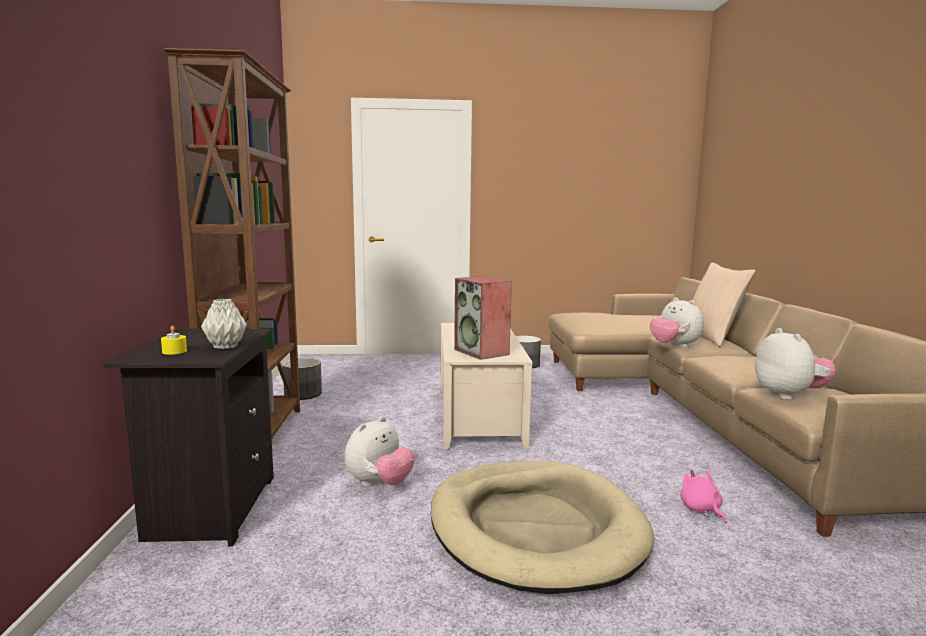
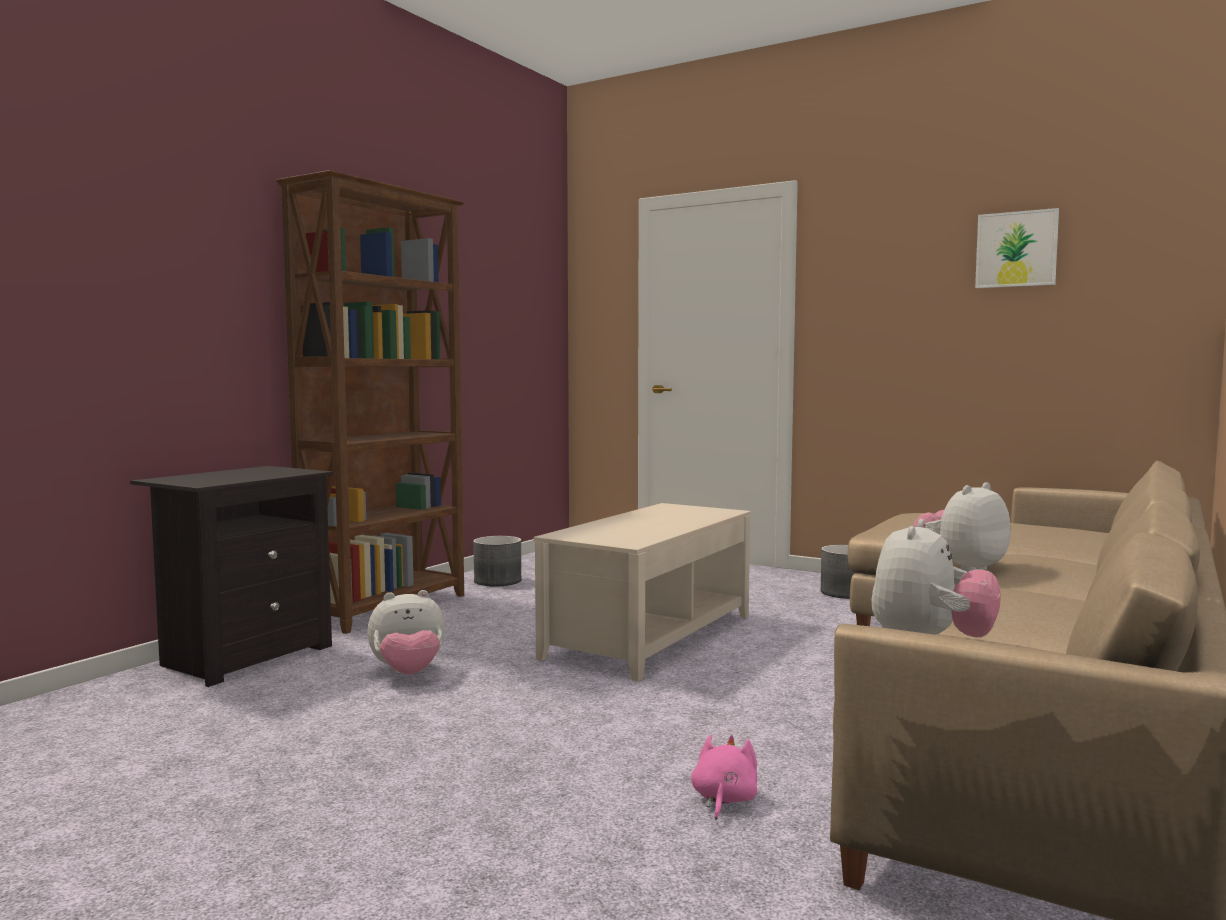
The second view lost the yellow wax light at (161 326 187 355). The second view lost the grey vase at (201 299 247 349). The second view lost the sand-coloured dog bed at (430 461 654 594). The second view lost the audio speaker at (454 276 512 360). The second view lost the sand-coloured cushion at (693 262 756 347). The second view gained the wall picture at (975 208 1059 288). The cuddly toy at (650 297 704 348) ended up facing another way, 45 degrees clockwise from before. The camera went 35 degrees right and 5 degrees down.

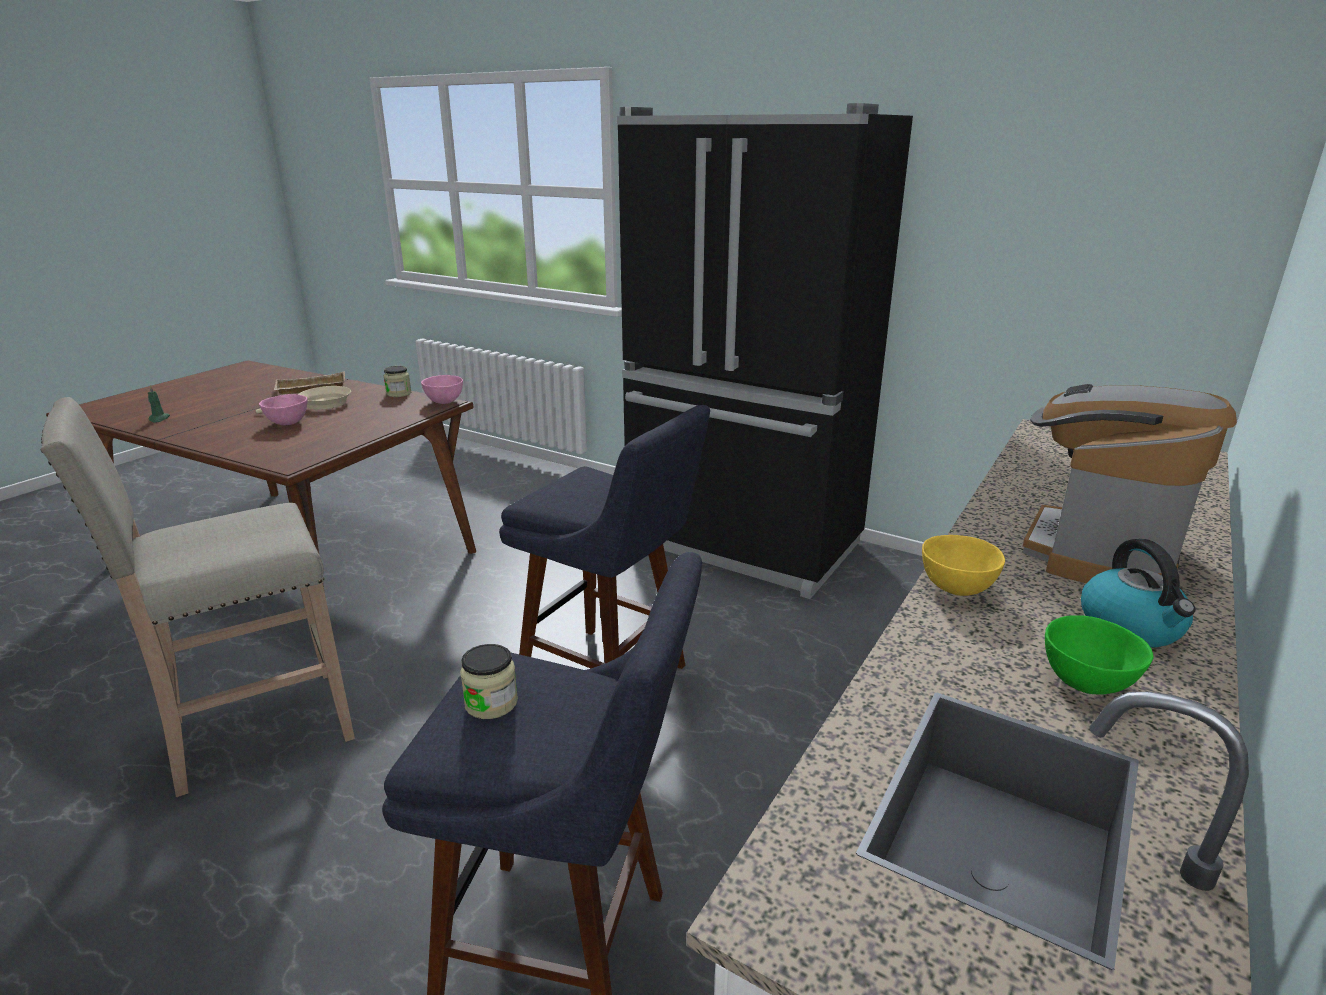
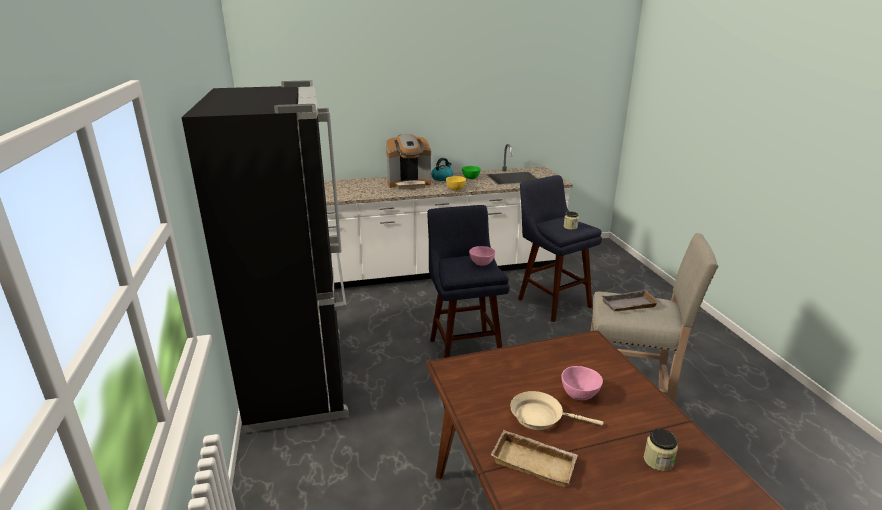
The second view lost the green-coloured wax light at (148 385 170 422). The second view gained the grey serving tray at (602 289 660 311). The storage jar ended up elsewhere, having gone from (384 366 411 397) to (644 429 678 471). The pinkish bowl ended up elsewhere, having gone from (421 375 463 404) to (469 246 495 266). The camera went 135 degrees left and 0 degrees up.

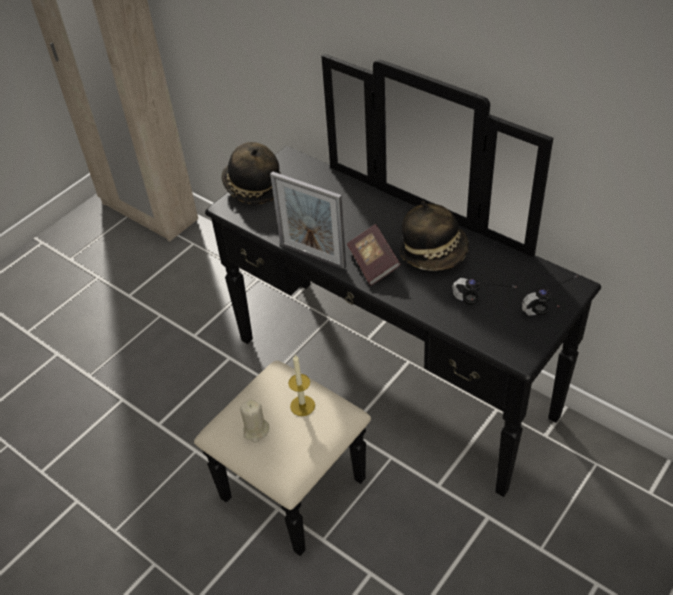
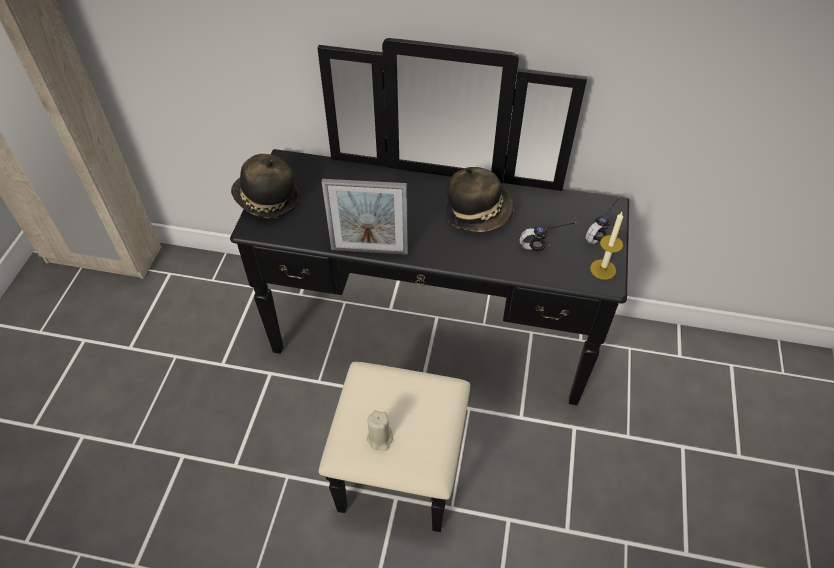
The second view lost the bound book at (347 224 401 286). The wax light ended up elsewhere, having gone from (288 355 315 416) to (590 212 623 280). The camera went 30 degrees left and 5 degrees up.

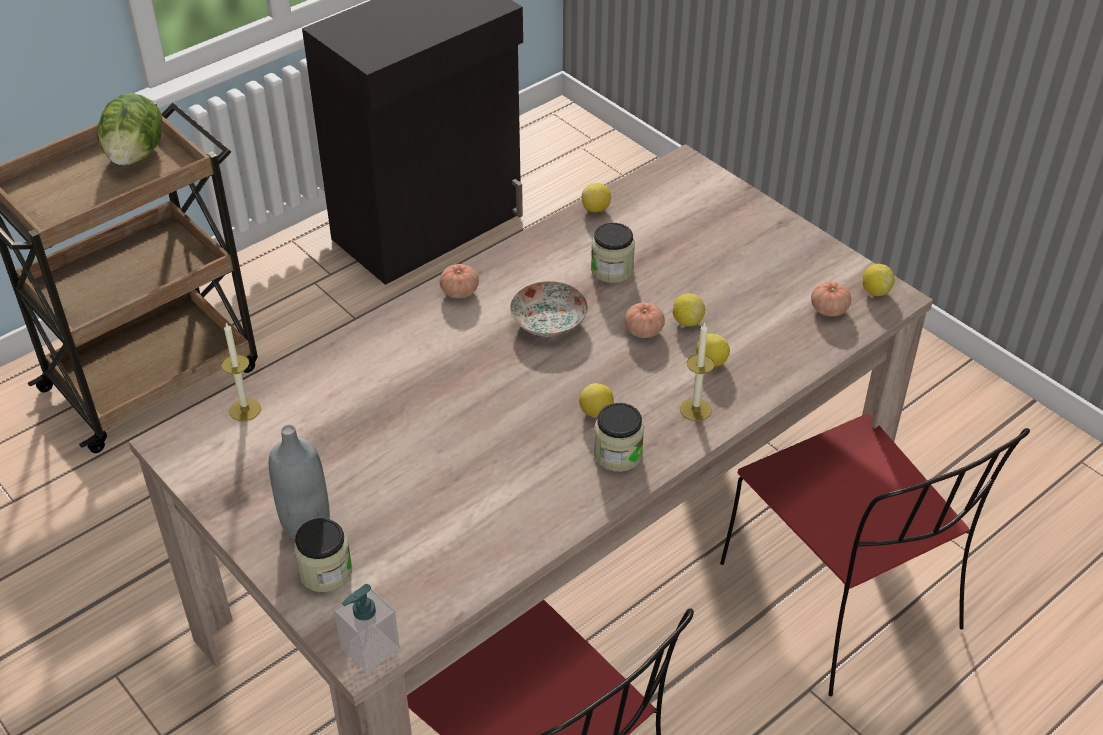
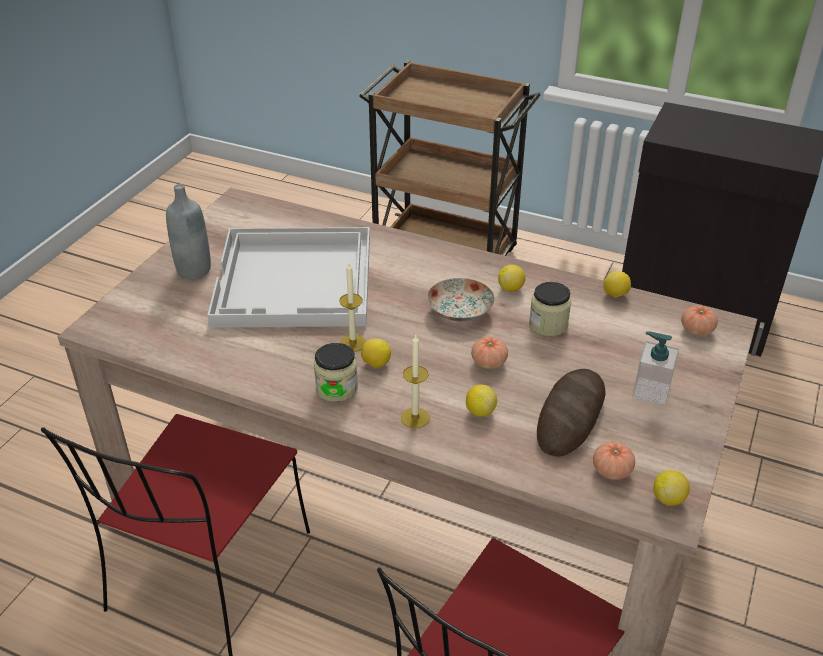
The second view lost the lettuce head at (97 93 162 166). The second view lost the storage jar at (294 518 352 592). The second view gained the white-coloured serving tray at (207 227 370 328). The second view gained the baked bread at (537 369 606 457). The wax light ended up elsewhere, having gone from (221 322 261 421) to (339 263 366 352). The liquid soap bottle ended up elsewhere, having gone from (334 584 400 673) to (633 332 679 405). The whole tomato ended up elsewhere, having gone from (440 264 479 298) to (681 305 718 336). The citrus fruit ended up elsewhere, having gone from (673 293 705 326) to (498 265 525 292). The camera went 65 degrees right and 5 degrees down.

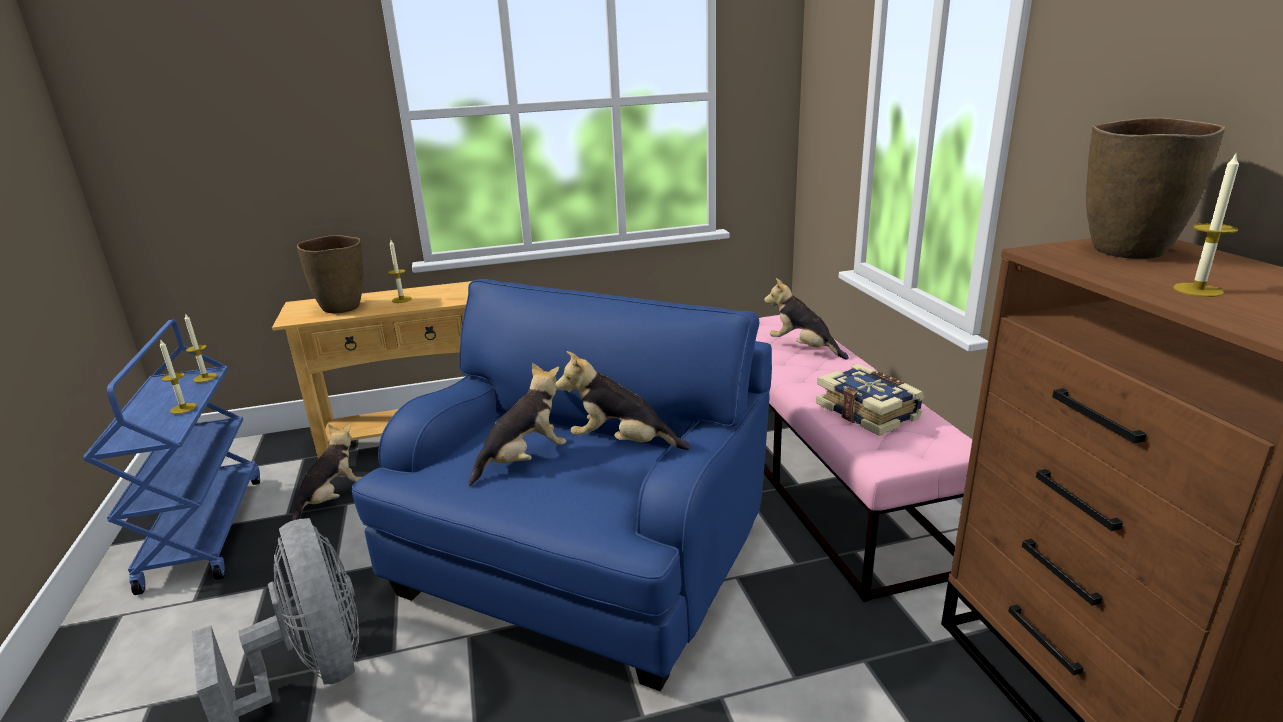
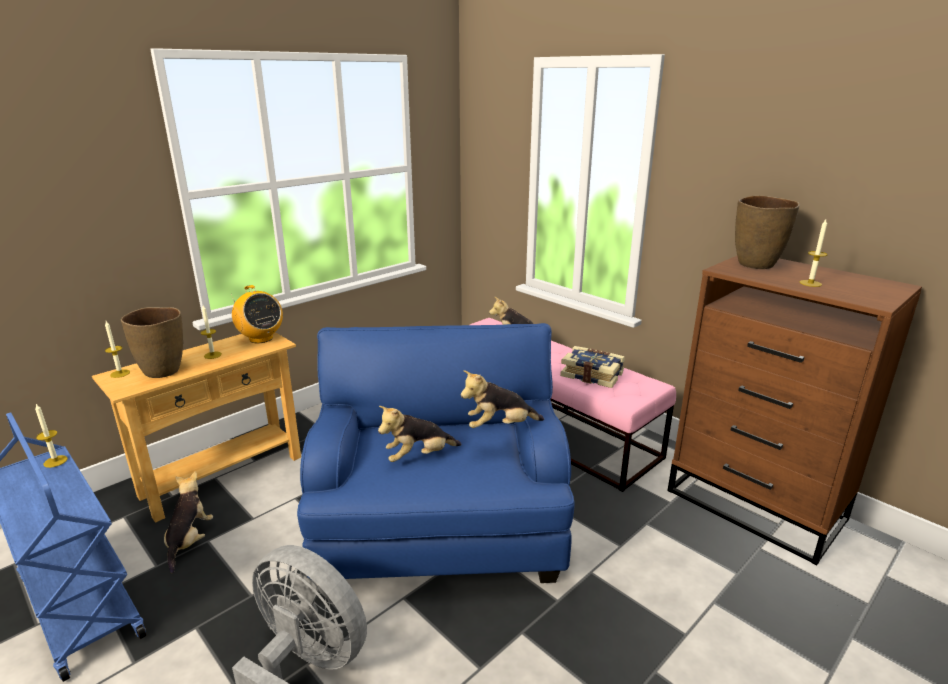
The second view gained the radio receiver at (231 285 283 343). The wax light ended up elsewhere, having gone from (160 340 197 414) to (105 321 130 378). The cuddly toy at (468 363 566 486) ended up facing another way, 135 degrees counterclockwise from before. The camera went 30 degrees left and 0 degrees up.

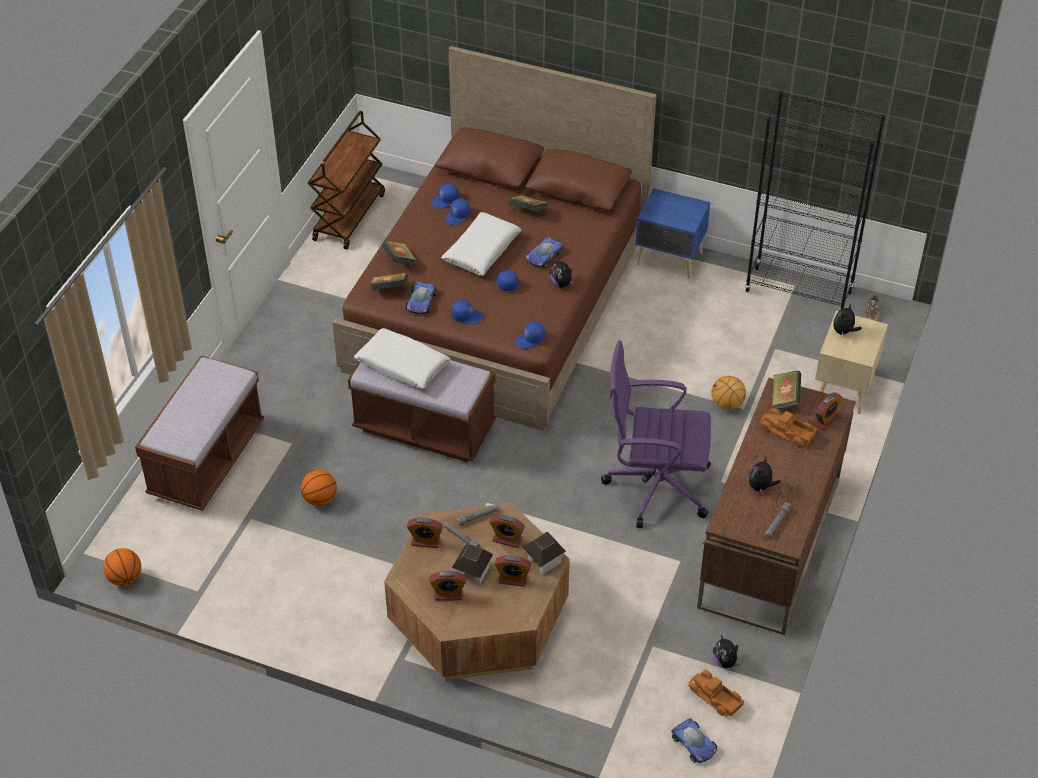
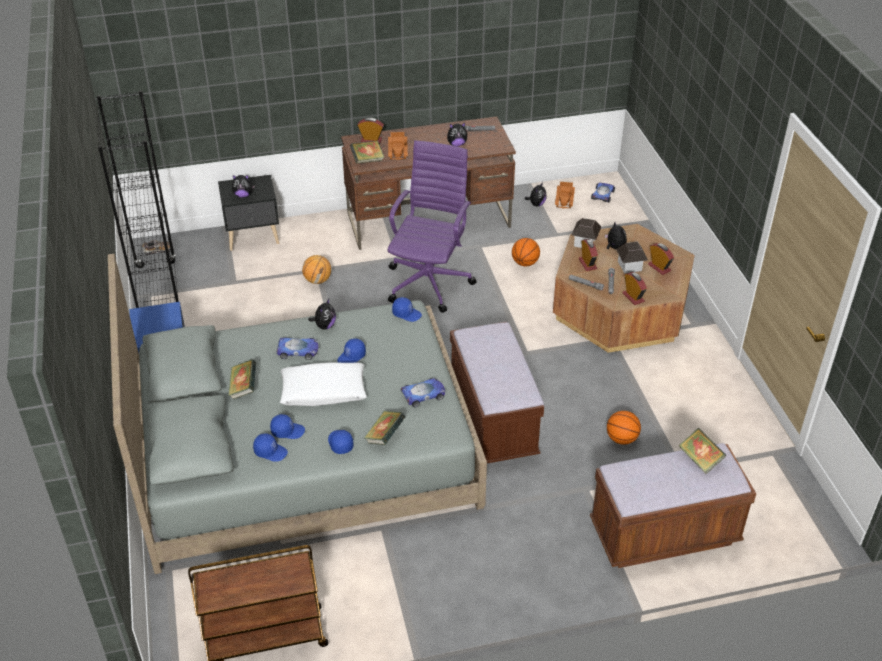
The second view lost the white-coloured cushion at (354 328 450 389). The basketball ended up elsewhere, having gone from (103 548 141 586) to (512 238 540 266). The bound book ended up elsewhere, having gone from (370 273 408 290) to (679 428 726 474). The blue-coloured baseball cap ended up elsewhere, having gone from (451 300 483 325) to (328 430 354 454). Where the alarm clock stood at (495 555 531 587), the cuddly toy came to stand at (605 222 627 249). What was the brown-coloured bed at (332 46 657 431) turned into the grey bed at (108 254 487 574). What was the sand-coloured night table at (815 311 888 414) turned into the blackish night table at (218 175 279 251). The purplish computer chair at (601 340 711 528) ended up facing another way, 135 degrees counterclockwise from before. The camera went 125 degrees left and 5 degrees down.

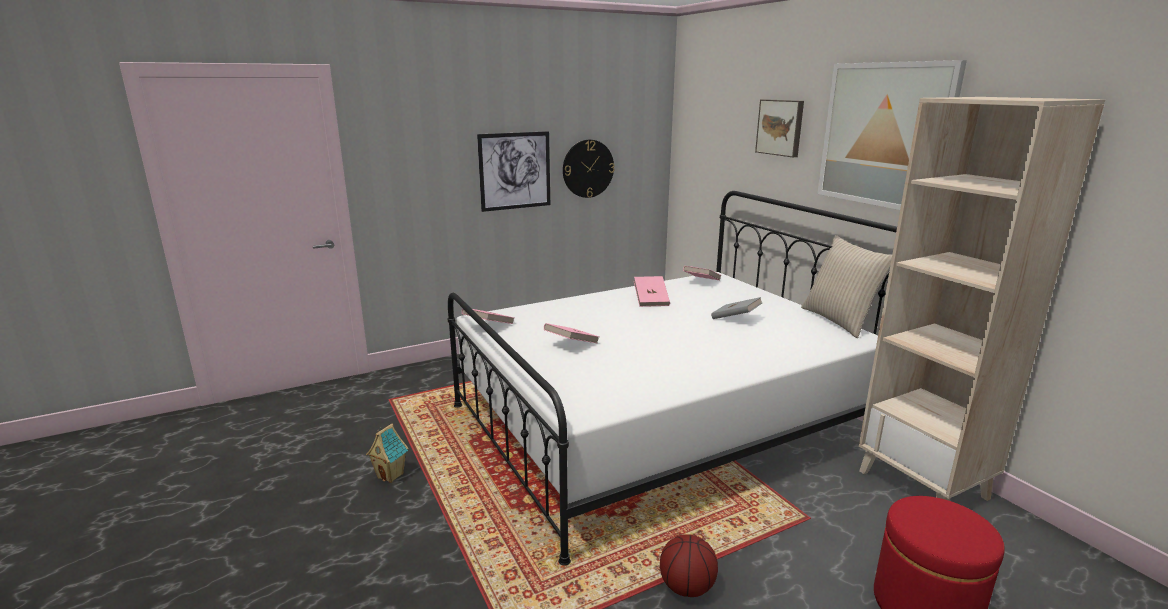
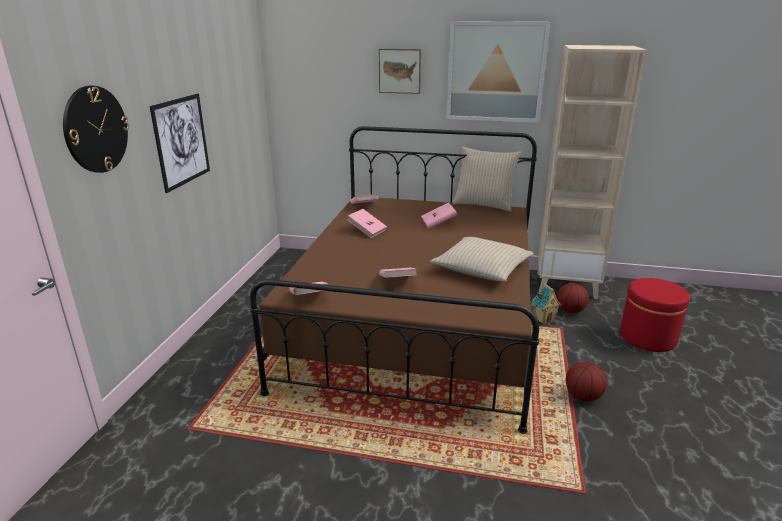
The second view gained the sand-coloured cushion at (430 237 534 282). The second view gained the basketball at (557 283 589 313). The toy house ended up elsewhere, having gone from (366 424 409 483) to (532 283 561 324). The hanging clock ended up elsewhere, having gone from (563 140 615 198) to (63 86 129 173). What was the white-coloured bed at (448 191 897 566) turned into the brown-coloured bed at (250 126 539 434). What was the grey bound book at (711 297 762 319) turned into the pinkish bound book at (421 203 457 229). The camera went 50 degrees left and 5 degrees up.

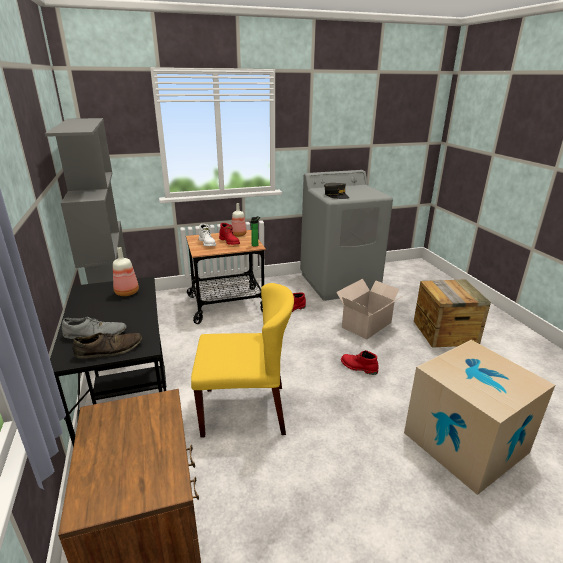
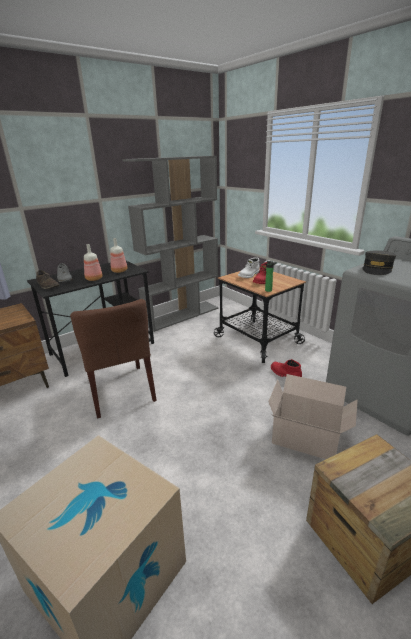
The second view lost the red-coloured high-top boot at (341 350 379 375). The drink bottle ended up elsewhere, having gone from (231 203 247 237) to (84 244 103 281). What was the yellow upright chair at (191 283 294 438) turned into the brown-coloured upright chair at (70 299 157 419). The camera went 70 degrees right and 0 degrees up.

